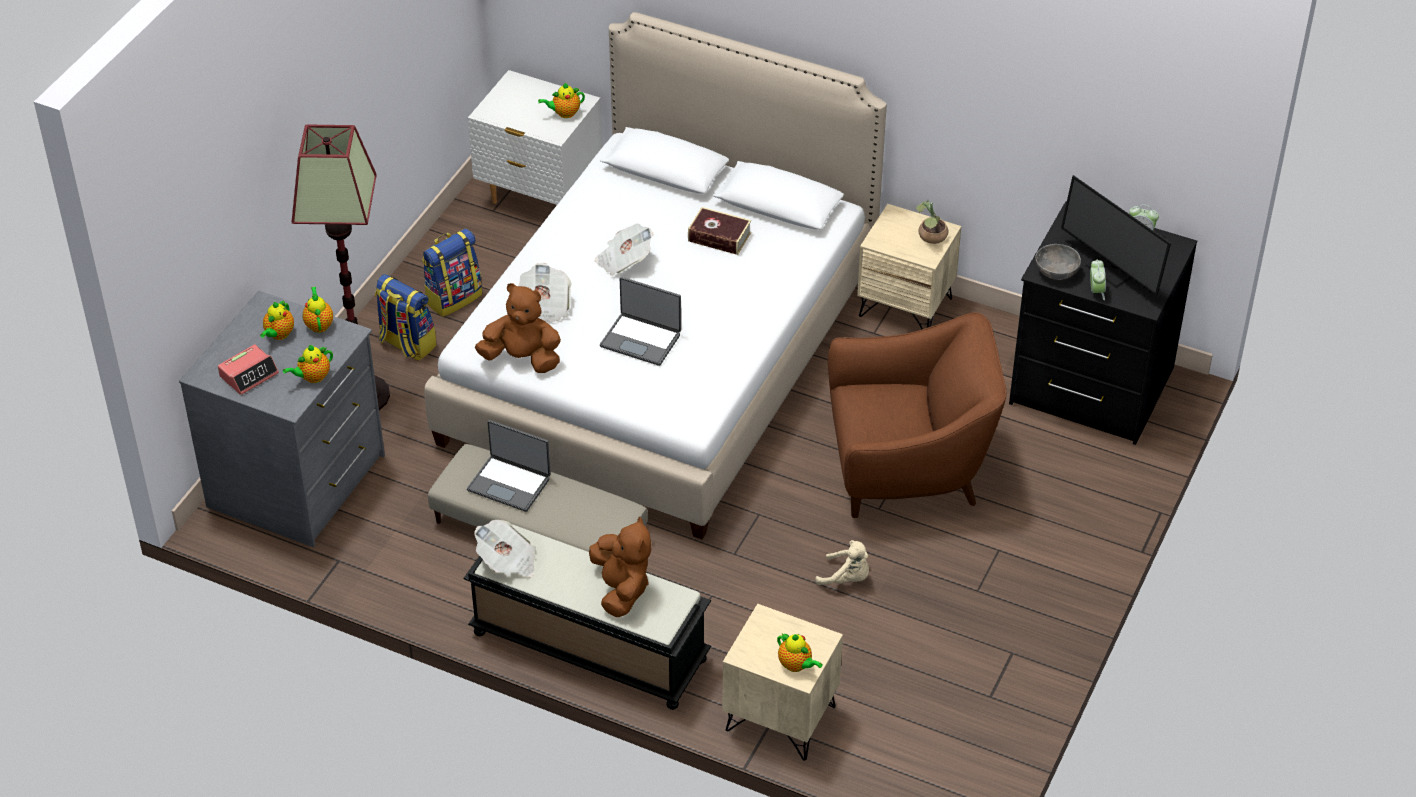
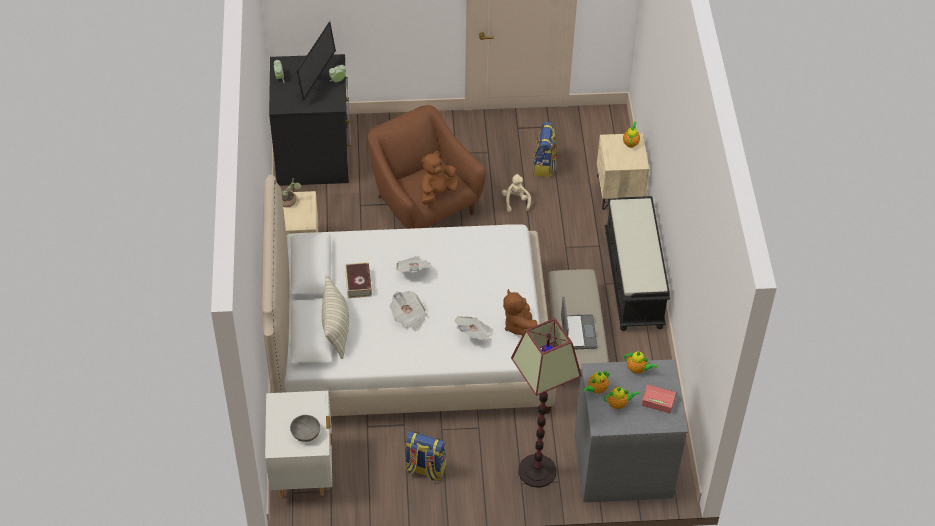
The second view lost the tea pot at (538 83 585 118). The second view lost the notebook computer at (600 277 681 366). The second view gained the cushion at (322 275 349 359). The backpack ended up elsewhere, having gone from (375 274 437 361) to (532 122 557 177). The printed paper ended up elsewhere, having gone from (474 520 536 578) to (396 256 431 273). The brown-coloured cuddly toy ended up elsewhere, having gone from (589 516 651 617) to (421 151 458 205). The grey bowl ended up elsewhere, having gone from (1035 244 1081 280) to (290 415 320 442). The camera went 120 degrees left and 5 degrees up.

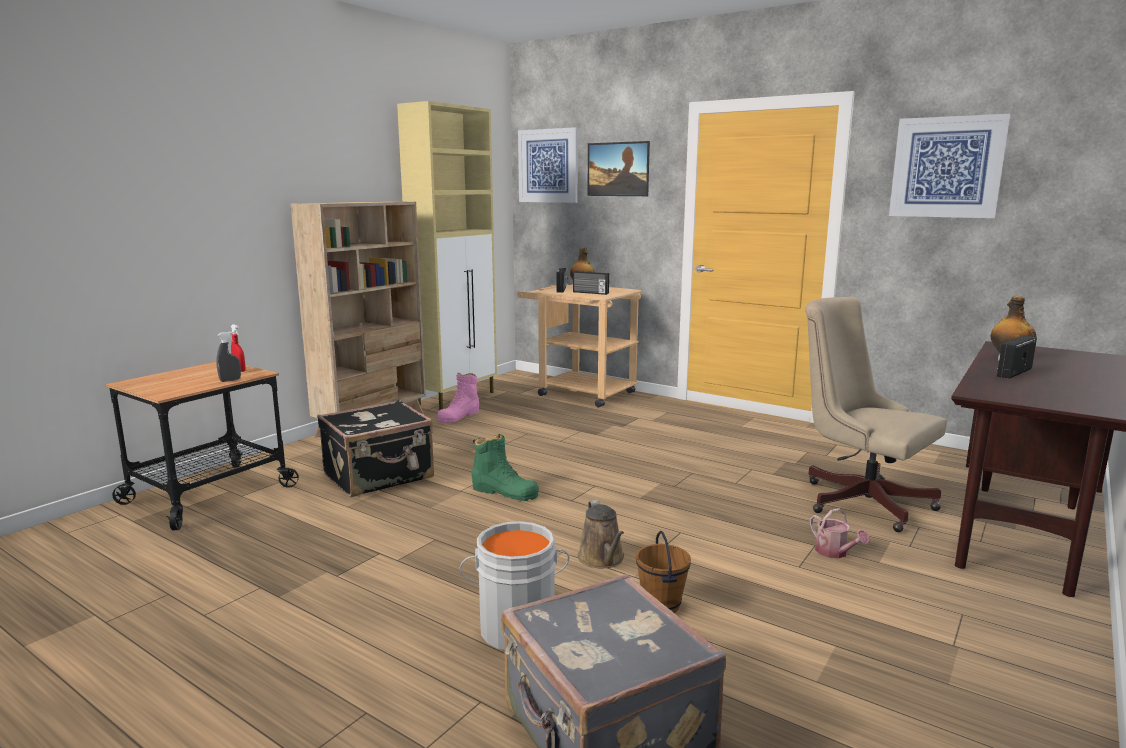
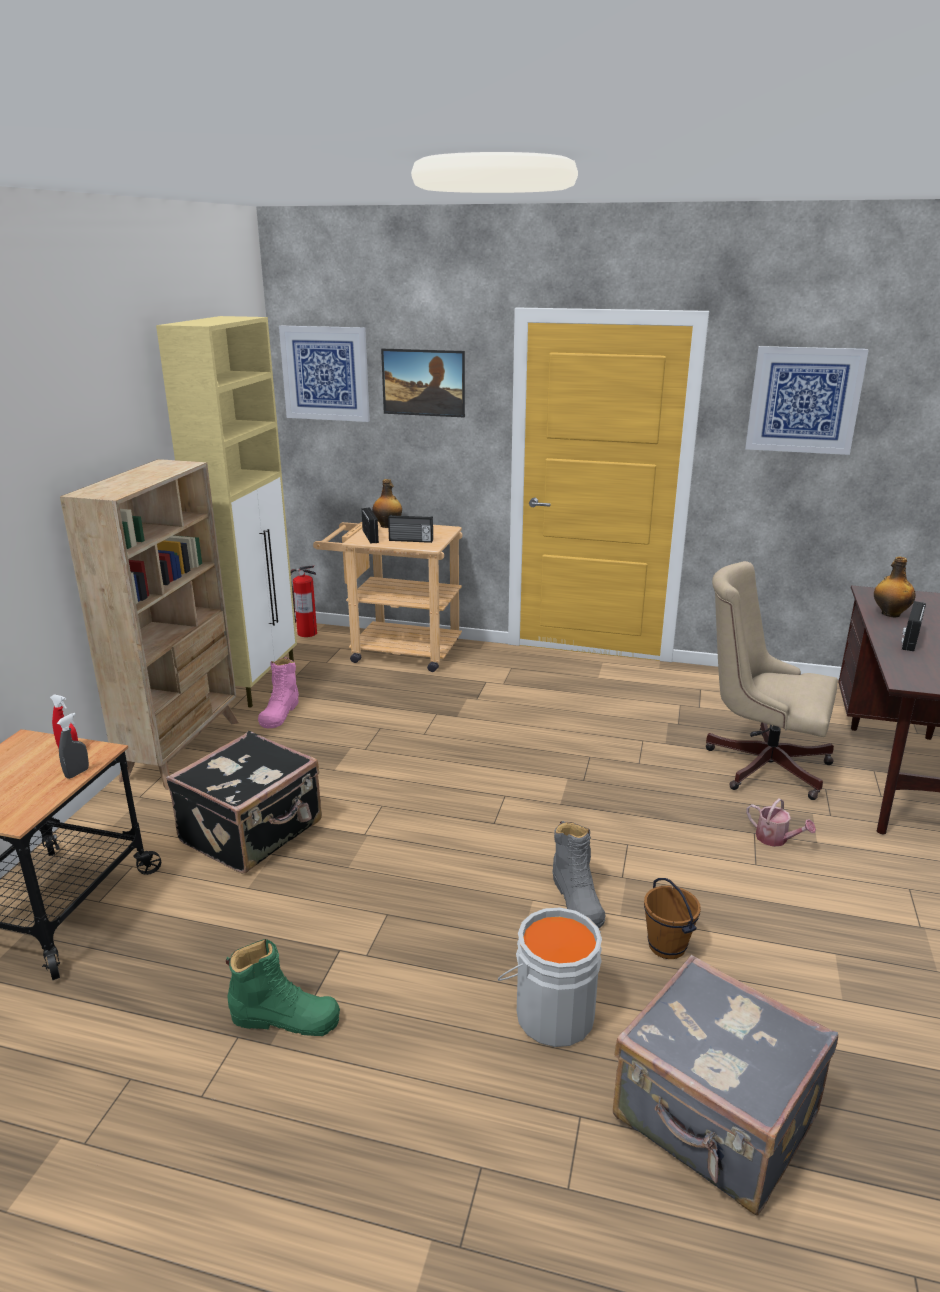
The second view gained the fire extinguisher at (290 565 317 637). The green-coloured high-top boot ended up elsewhere, having gone from (472 434 539 501) to (226 939 340 1036). Where the brown-coloured watering pot stood at (578 500 624 568), the grey high-top boot came to stand at (552 821 606 928). The camera went 20 degrees left and 10 degrees up.

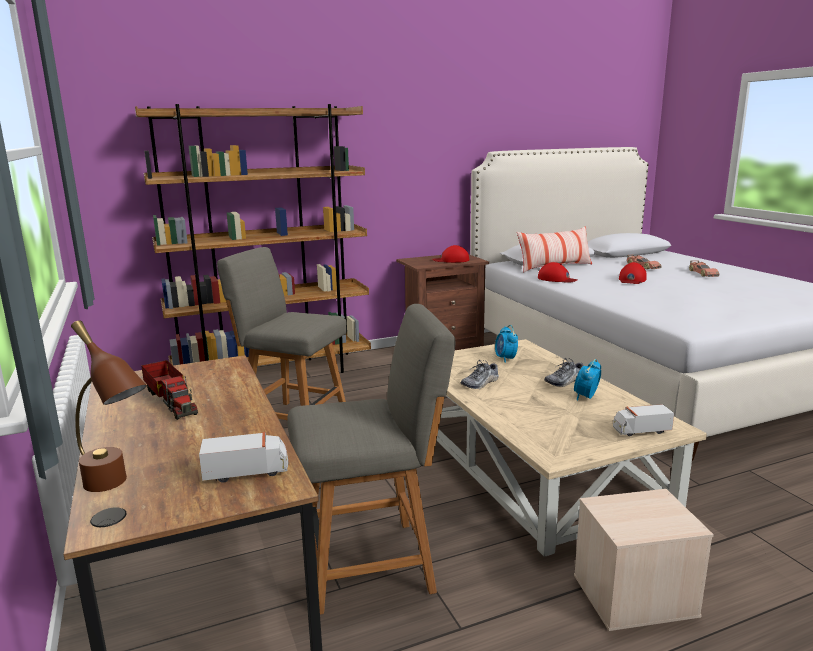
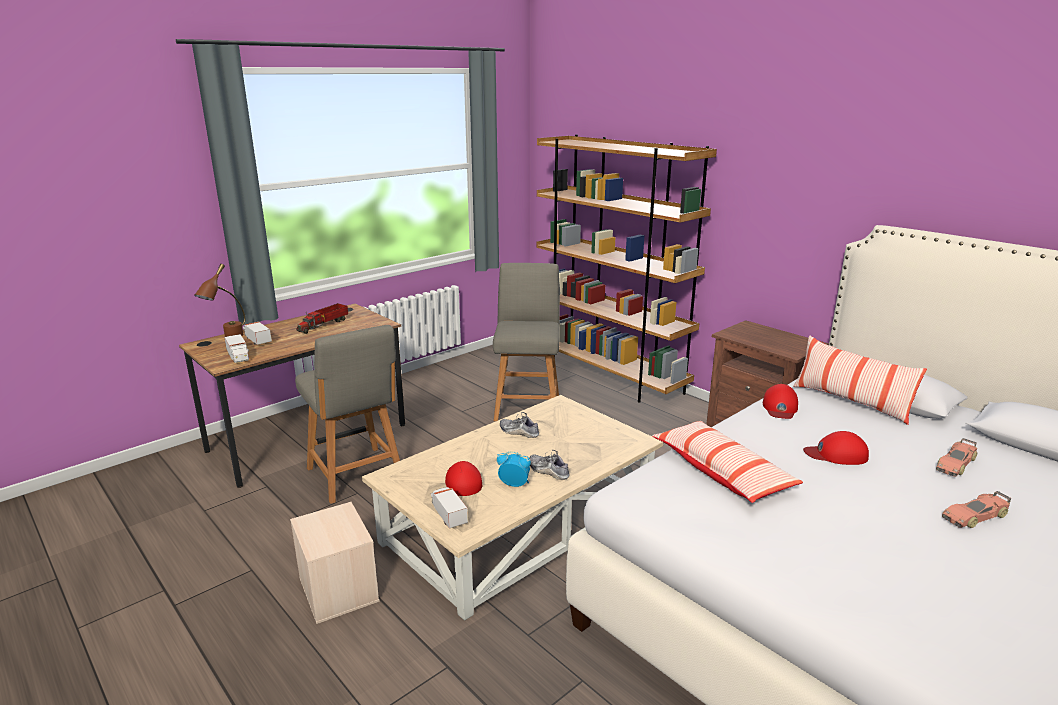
The second view lost the alarm clock at (495 325 518 363). The second view gained the model truck at (243 321 272 345). The second view gained the cushion at (652 421 803 503). The red-coloured baseball cap ended up elsewhere, having gone from (433 245 469 263) to (445 461 482 496). The camera went 70 degrees right and 5 degrees up.

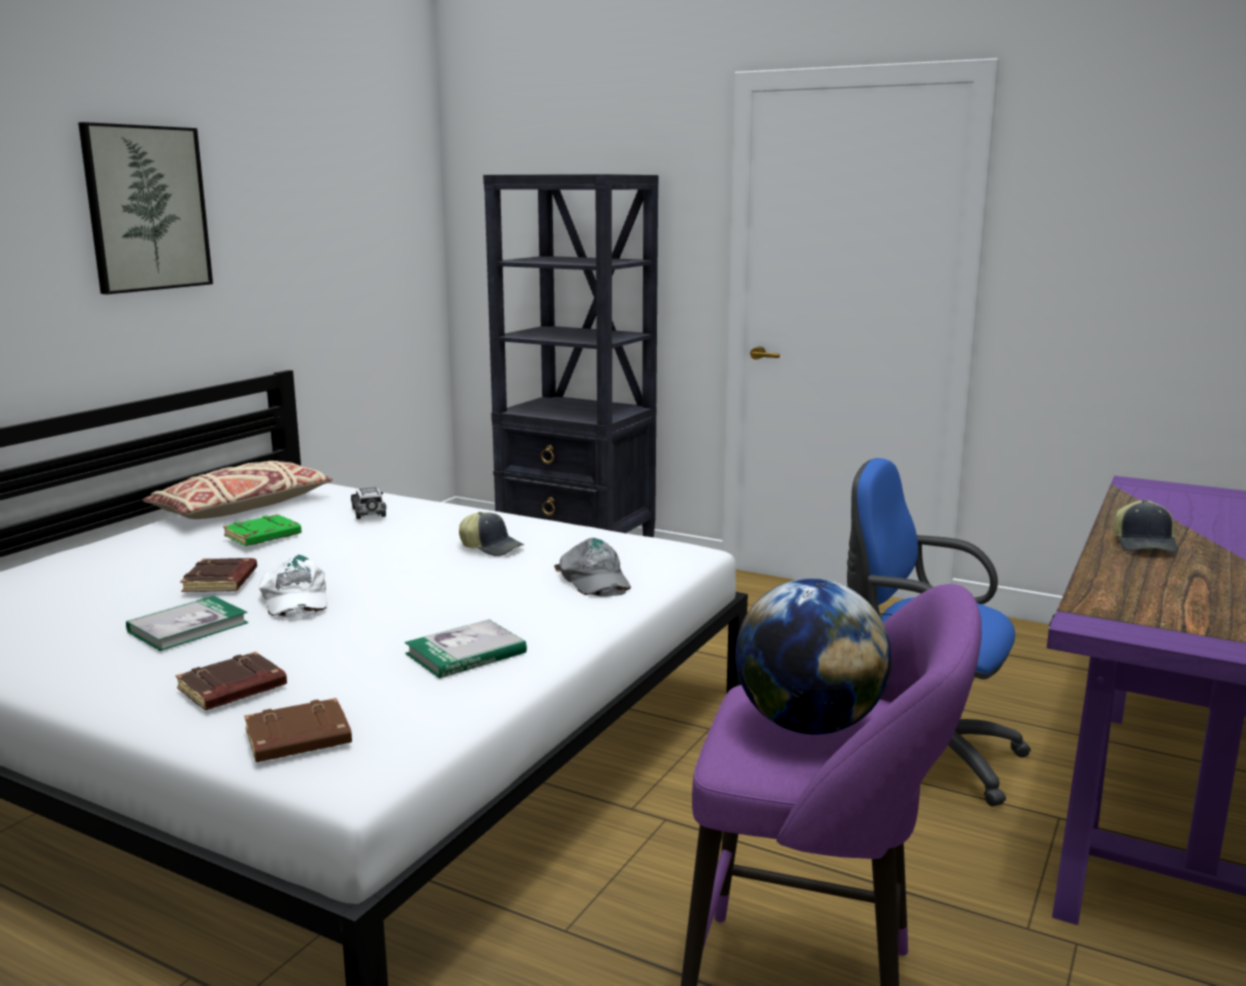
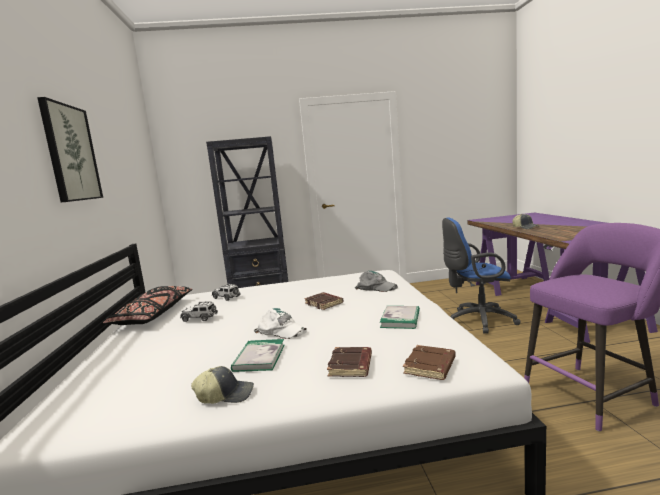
The second view lost the desk globe at (735 578 892 735). The brown-coloured bound book ended up elsewhere, having gone from (180 558 257 592) to (304 292 344 310). The baseball cap ended up elsewhere, having gone from (459 512 524 556) to (191 366 254 404). Where the green-coloured bound book stood at (223 514 302 546), the model car came to stand at (180 301 218 322). What was the sand-coloured cushion at (143 461 333 519) turned into the blackish cushion at (103 286 192 325). The camera went 35 degrees left and 5 degrees down.

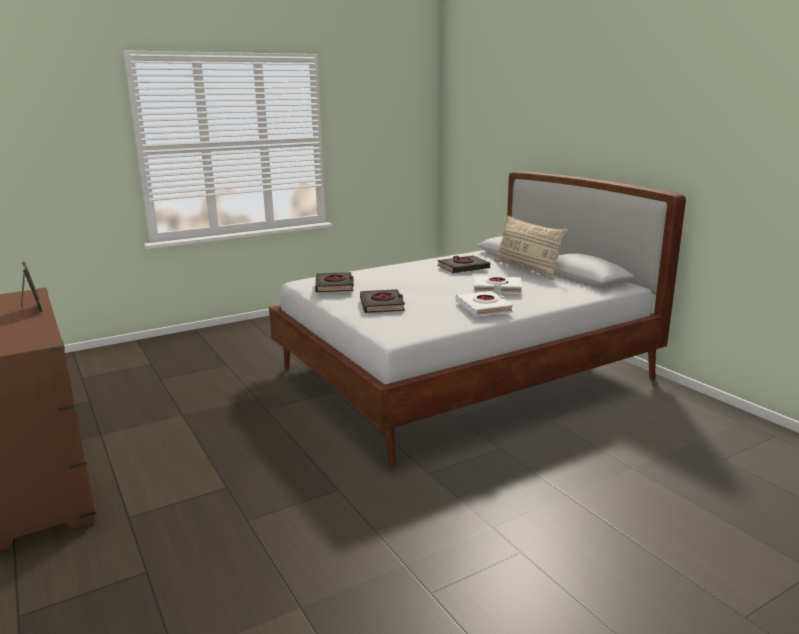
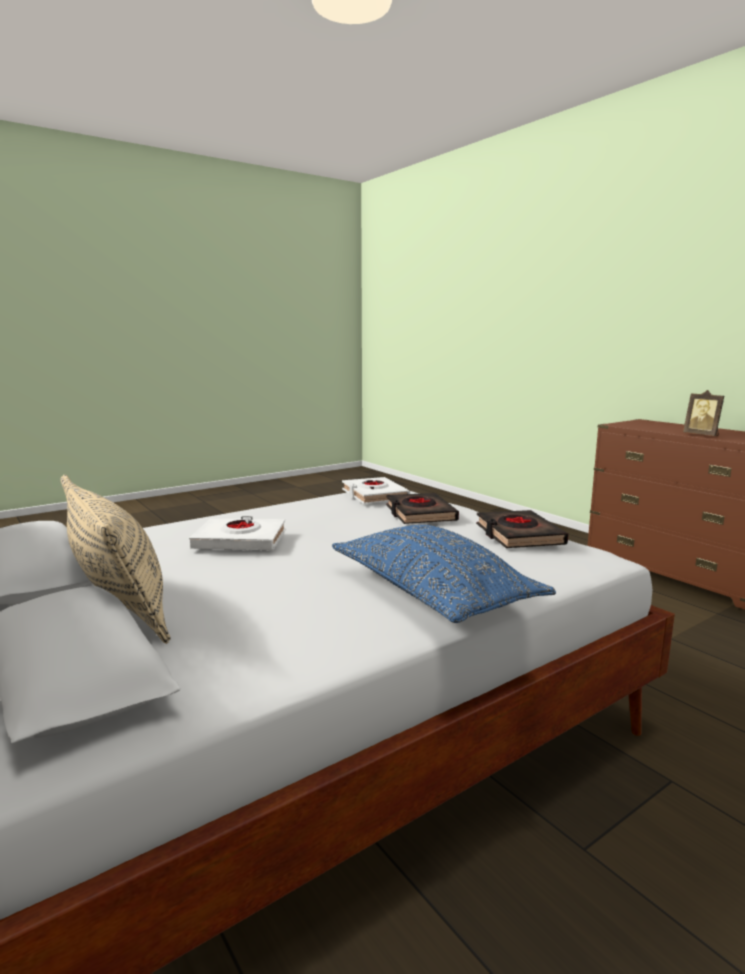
The second view lost the blackish bound book at (437 255 490 273). The second view gained the blue-coloured cushion at (332 525 556 623). The white-coloured bound book ended up elsewhere, having gone from (456 291 514 316) to (342 477 410 504). The camera went 175 degrees right and 5 degrees down.

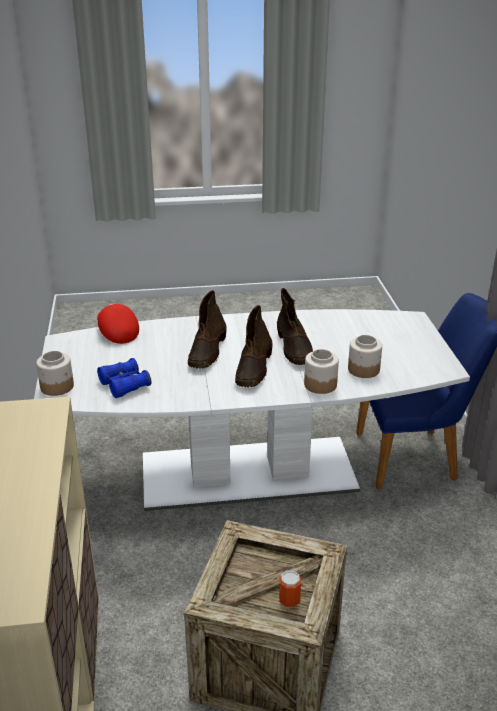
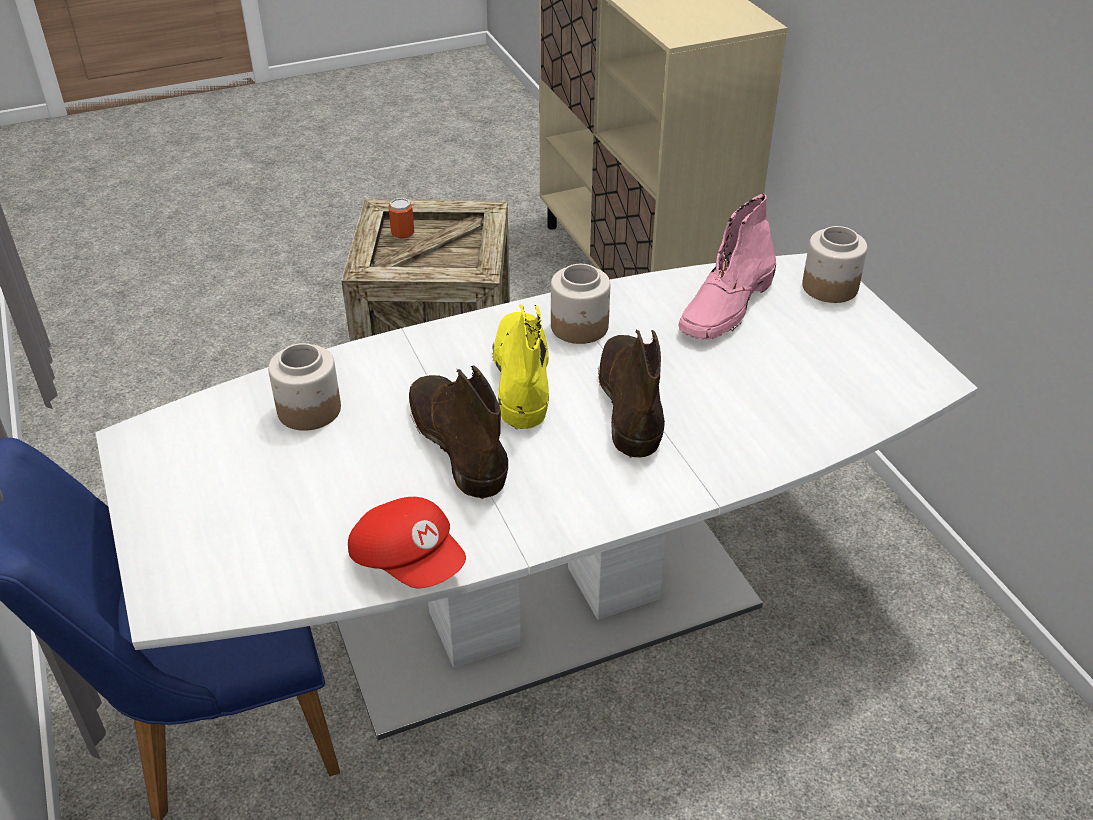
The red-coloured baseball cap ended up elsewhere, having gone from (97 303 139 344) to (348 497 466 588). The storage jar ended up elsewhere, having gone from (304 349 339 394) to (551 264 610 344). Where the blue-coloured pair of binoculars stood at (97 358 151 398), the pinkish high-top boot came to stand at (679 194 776 340). What was the brown-coloured high-top boot at (235 305 272 387) turned into the yellow high-top boot at (492 304 549 429). The camera went 165 degrees right and 10 degrees up.

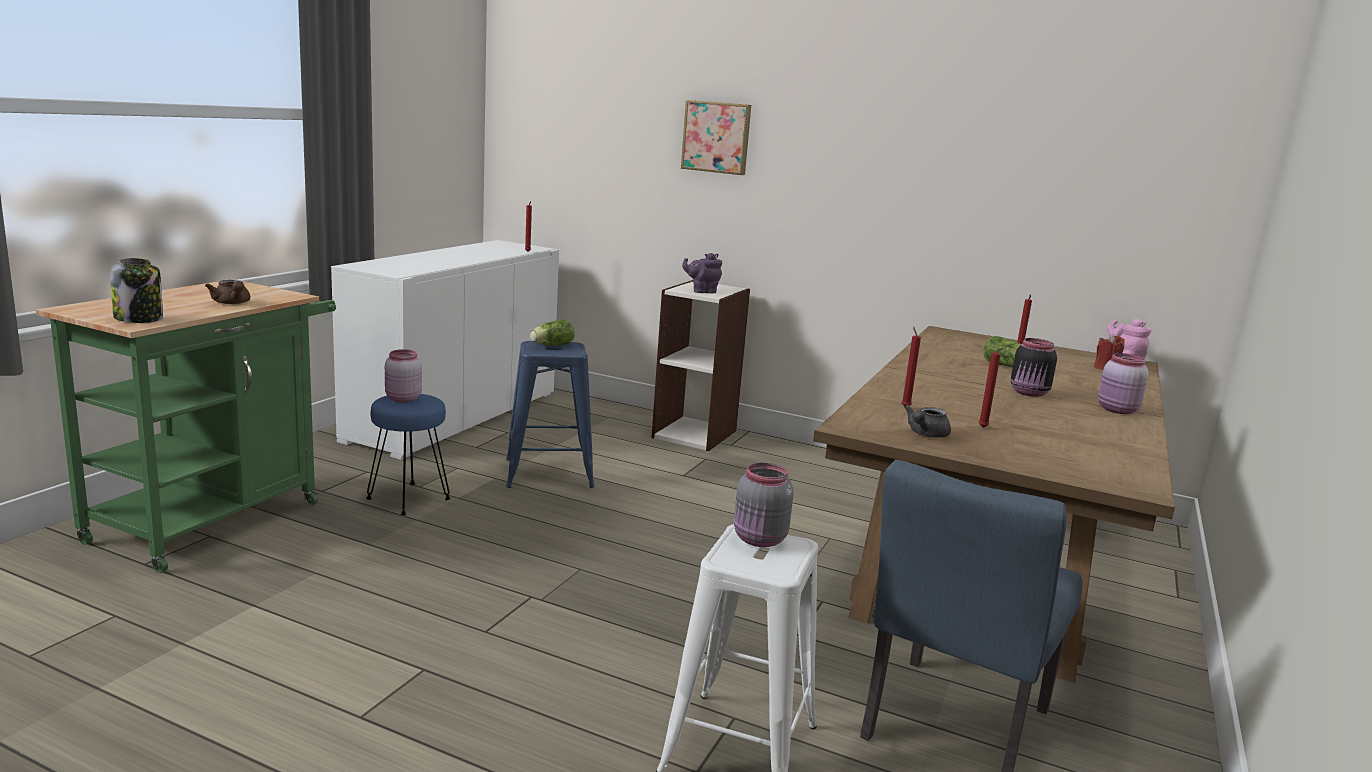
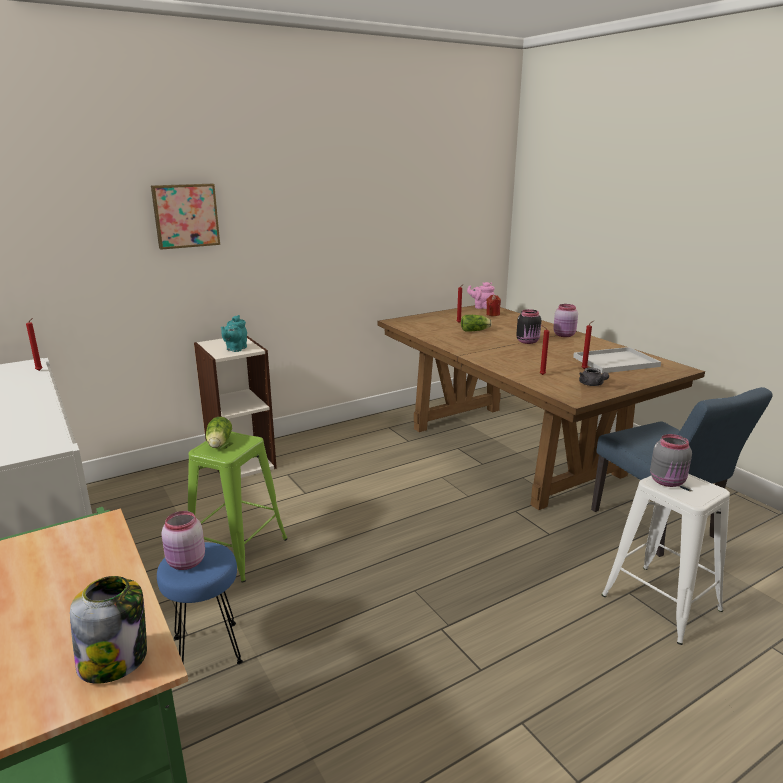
The second view lost the brown-coloured tea pot at (205 280 250 304). The second view gained the white-coloured serving tray at (573 347 661 373). What was the blue-coloured stool at (506 341 594 488) turned into the green-coloured stool at (188 431 288 583). What was the purplish tea pot at (682 253 722 293) turned into the turquoise-coloured tea pot at (221 315 247 352). The camera went 55 degrees left and 5 degrees up.

